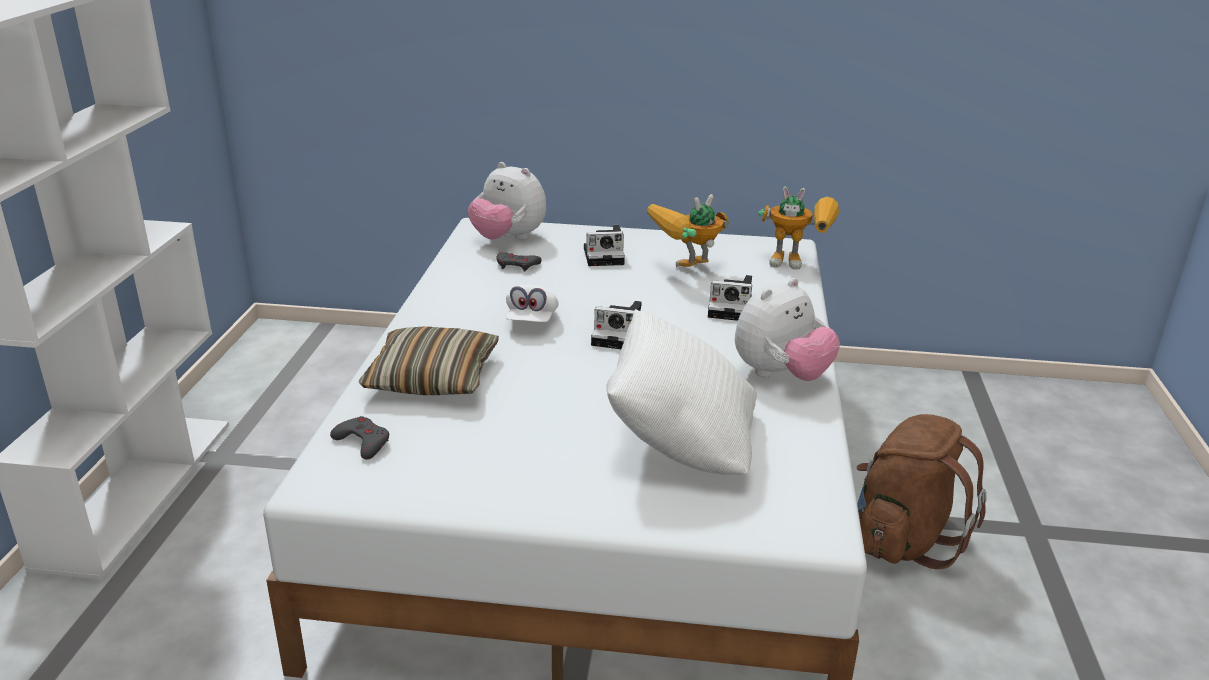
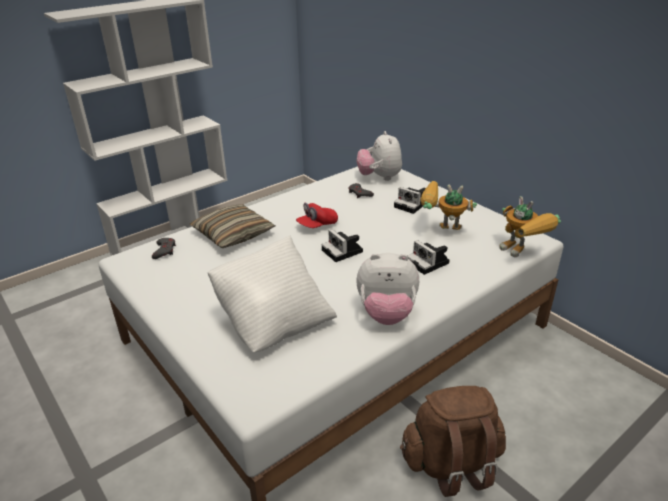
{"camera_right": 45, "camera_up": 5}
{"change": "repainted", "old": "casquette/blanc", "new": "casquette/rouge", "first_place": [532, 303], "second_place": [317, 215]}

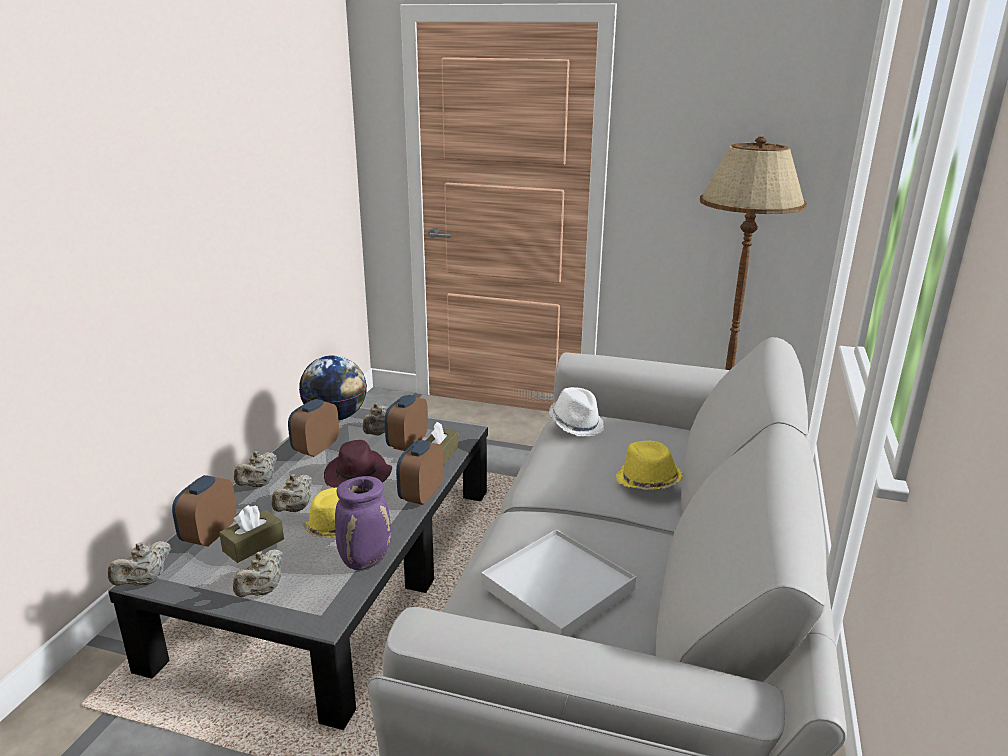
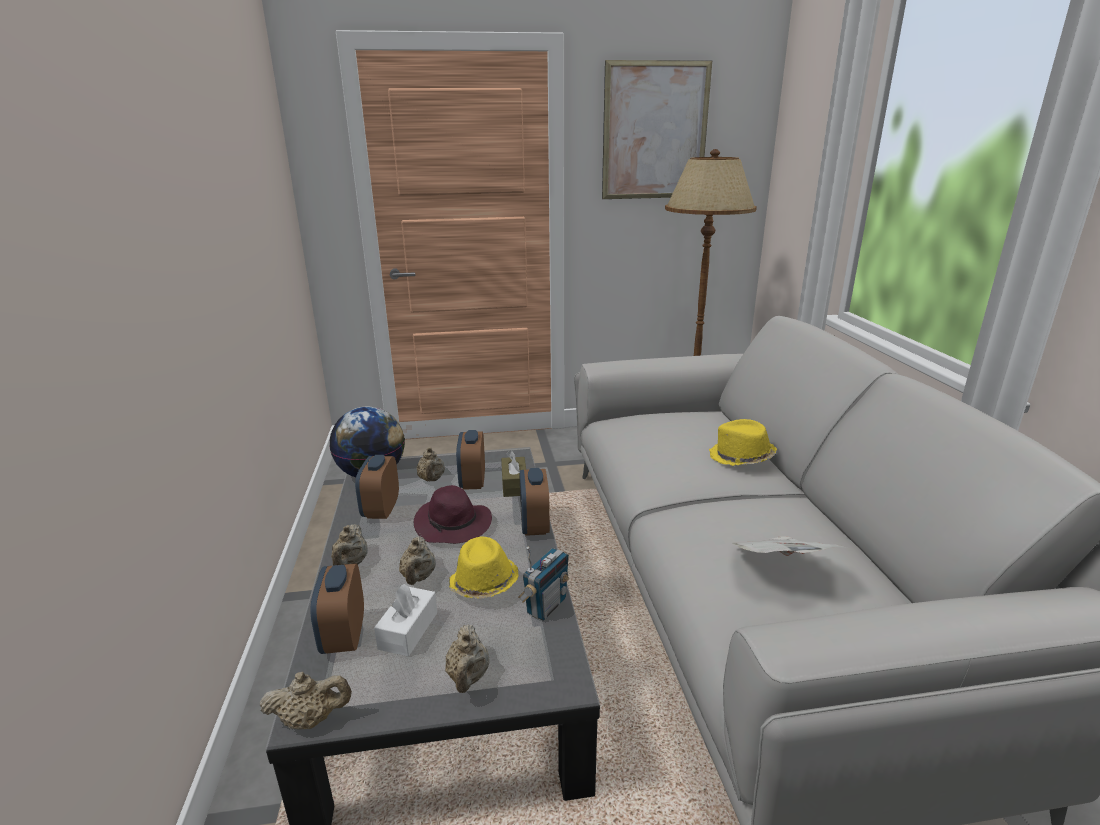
{"camera_right": -25, "camera_up": 0}
{"change": "gone", "old": "chapeau/blanc", "first_place": [576, 411]}
{"change": "new", "new": "tableau", "second_place": [657, 129]}
{"change": "swapped", "old": "vase/violet", "new": "radio", "first_place": [363, 523], "second_place": [543, 584]}
{"change": "swapped", "old": "plateau/blanc", "new": "journal", "first_place": [558, 583], "second_place": [789, 546]}
{"change": "repainted", "old": "boîte à mouchoirs/marron", "new": "boîte à mouchoirs/blanc", "first_place": [251, 534], "second_place": [405, 620]}
{"change": "rotated", "old": "théière/beige", "first_place": [139, 563], "second_place": [305, 700], "degrees": -105}

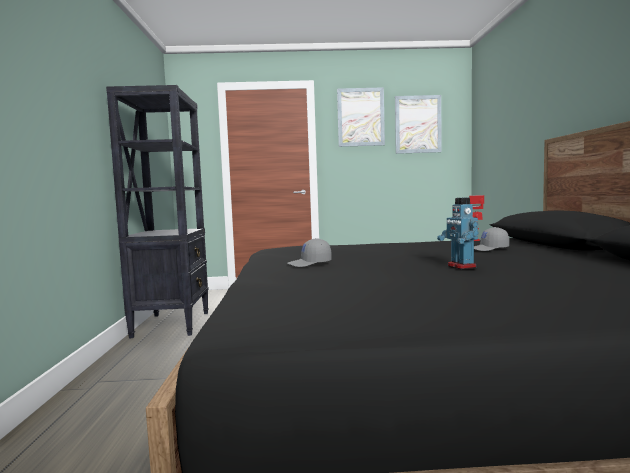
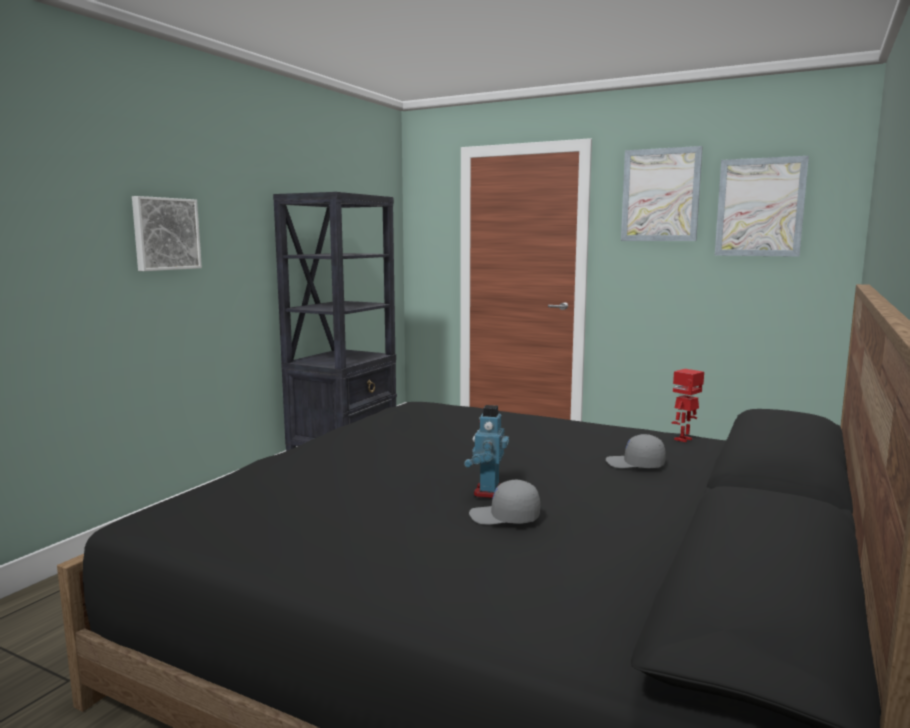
{"camera_right": 30, "camera_up": 5}
{"change": "new", "new": "tableau", "second_place": [167, 233]}
{"change": "shifted", "old": "casquette/gris", "first_place": [309, 252], "second_place": [504, 502]}

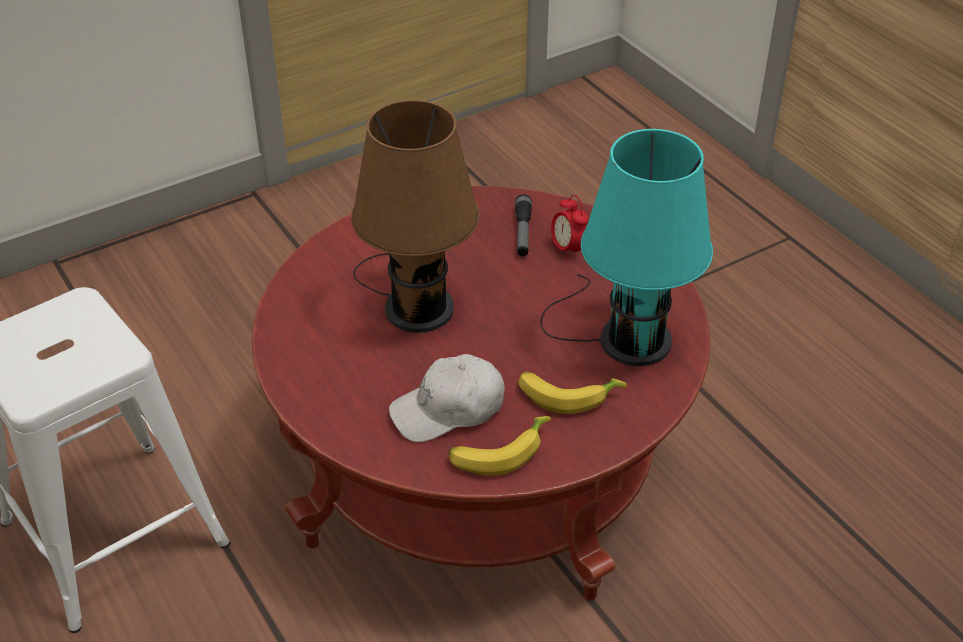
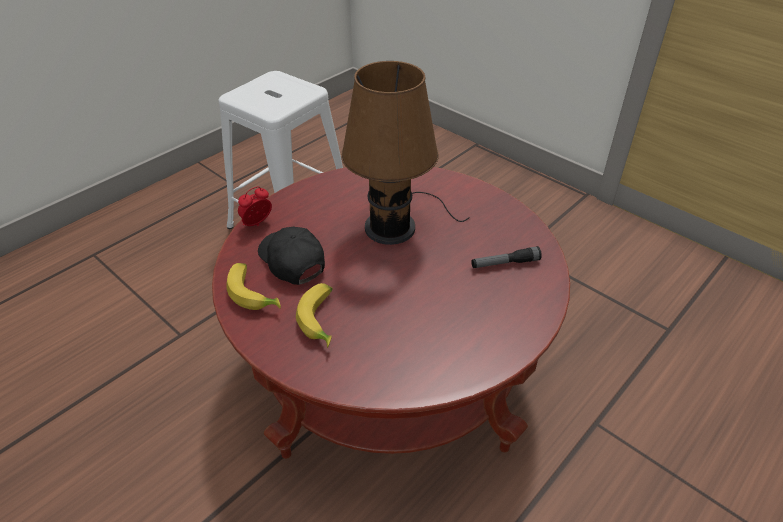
{"camera_right": 75, "camera_up": 0}
{"change": "gone", "old": "lampe de table/turquoise", "first_place": [626, 247]}
{"change": "shifted", "old": "réveil", "first_place": [570, 227], "second_place": [255, 206]}
{"change": "repainted", "old": "casquette/blanc", "new": "casquette/noir", "first_place": [447, 398], "second_place": [291, 255]}

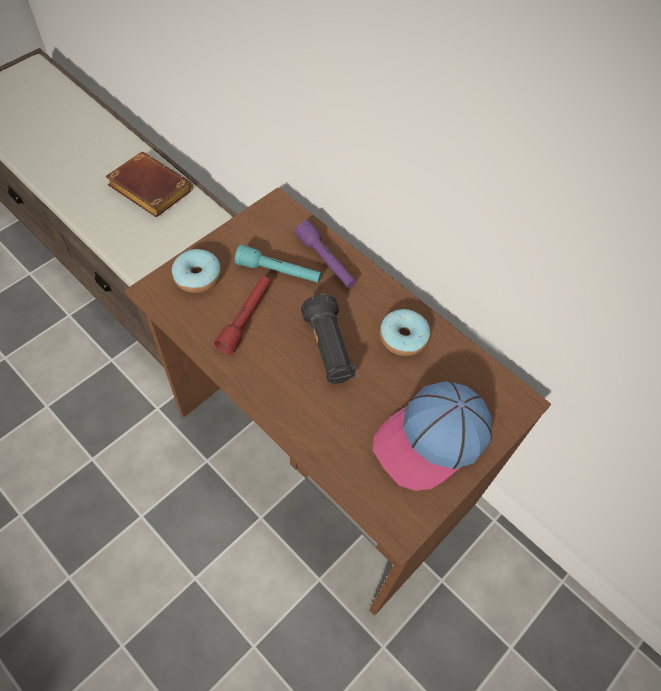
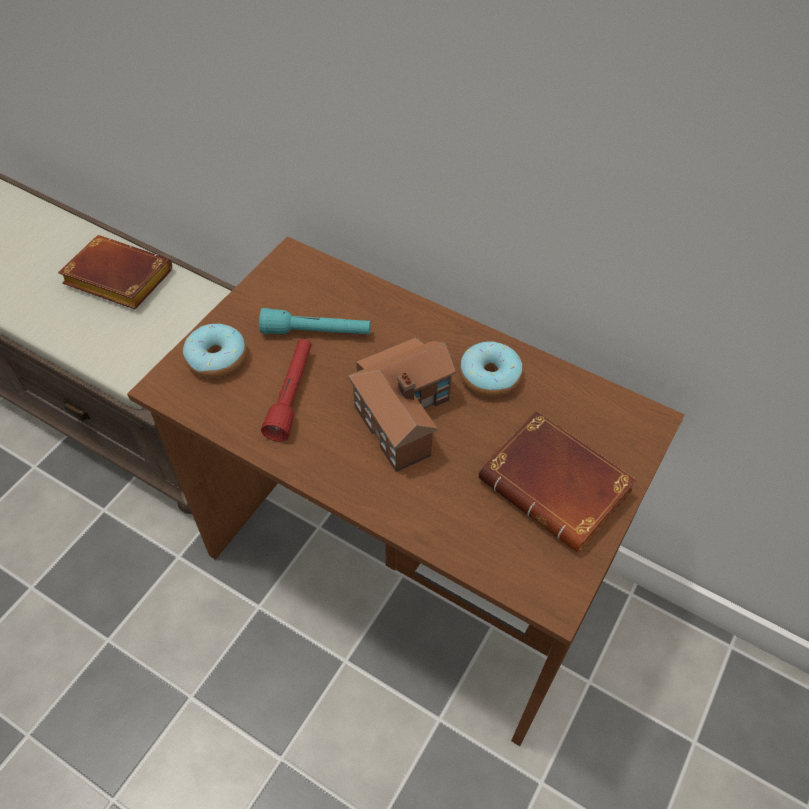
{"camera_right": -10, "camera_up": -5}
{"change": "gone", "old": "lampe de poche/violet", "first_place": [325, 254]}
{"change": "swapped", "old": "lampe de poche/noir", "new": "maison miniature", "first_place": [328, 339], "second_place": [402, 405]}
{"change": "swapped", "old": "casquette", "new": "livre/marron", "first_place": [432, 436], "second_place": [557, 481]}

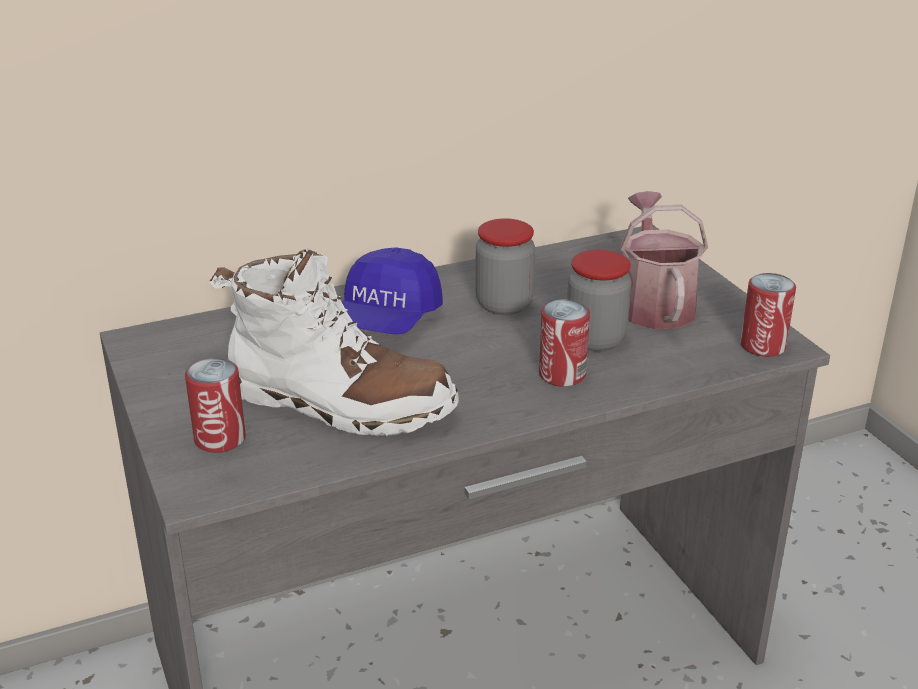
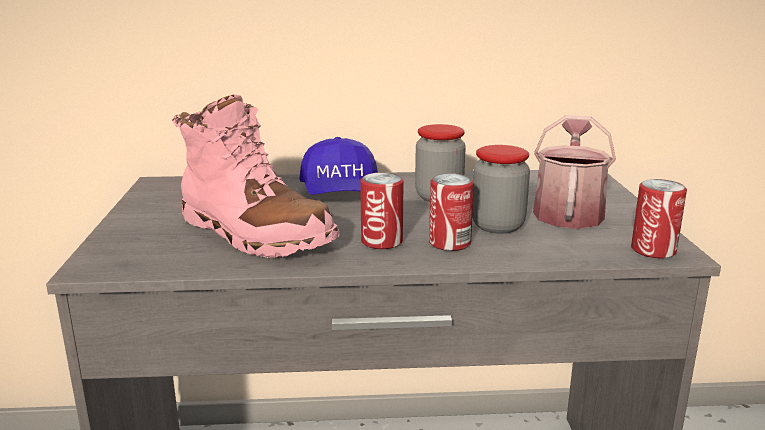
{"camera_right": 20, "camera_up": -10}
{"change": "shifted", "old": "boîte métallique", "first_place": [215, 405], "second_place": [382, 210]}
{"change": "repainted", "old": "botte/blanc", "new": "botte/rose", "first_place": [334, 341], "second_place": [256, 176]}
{"change": "rotated", "old": "casquette/bleu", "first_place": [392, 290], "second_place": [338, 166], "degrees": -45}

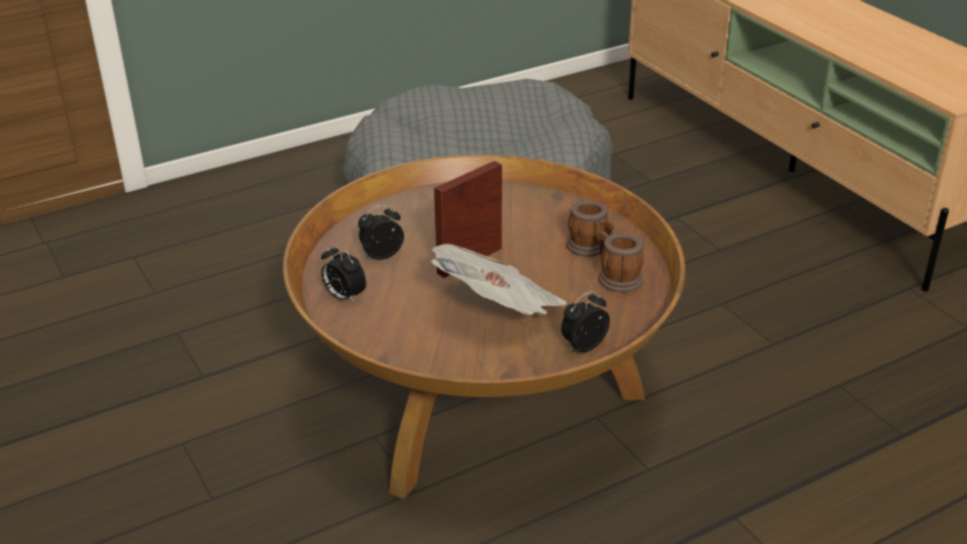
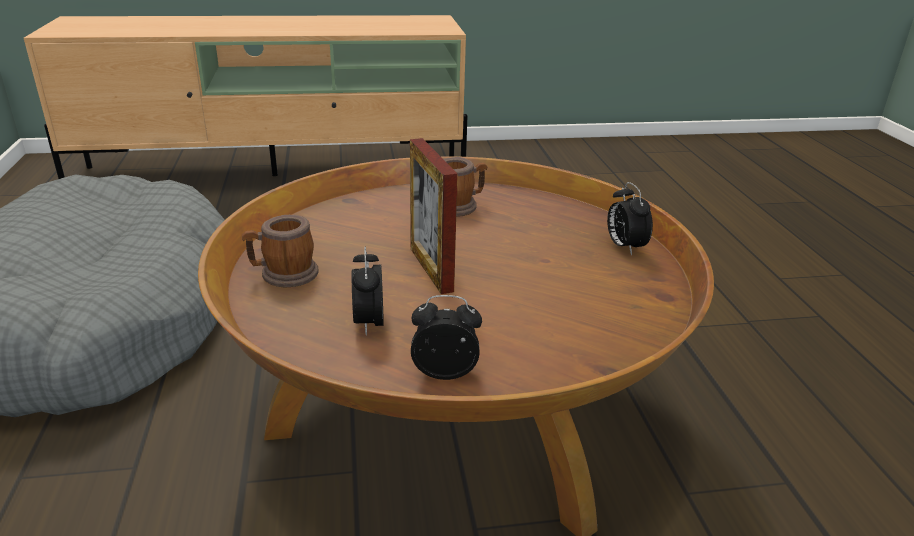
{"camera_right": -70, "camera_up": -5}
{"change": "gone", "old": "journal", "first_place": [498, 280]}
{"change": "shifted", "old": "mug", "first_place": [621, 262], "second_place": [280, 251]}
{"change": "rotated", "old": "réveil", "first_place": [343, 274], "second_place": [446, 337], "degrees": -150}

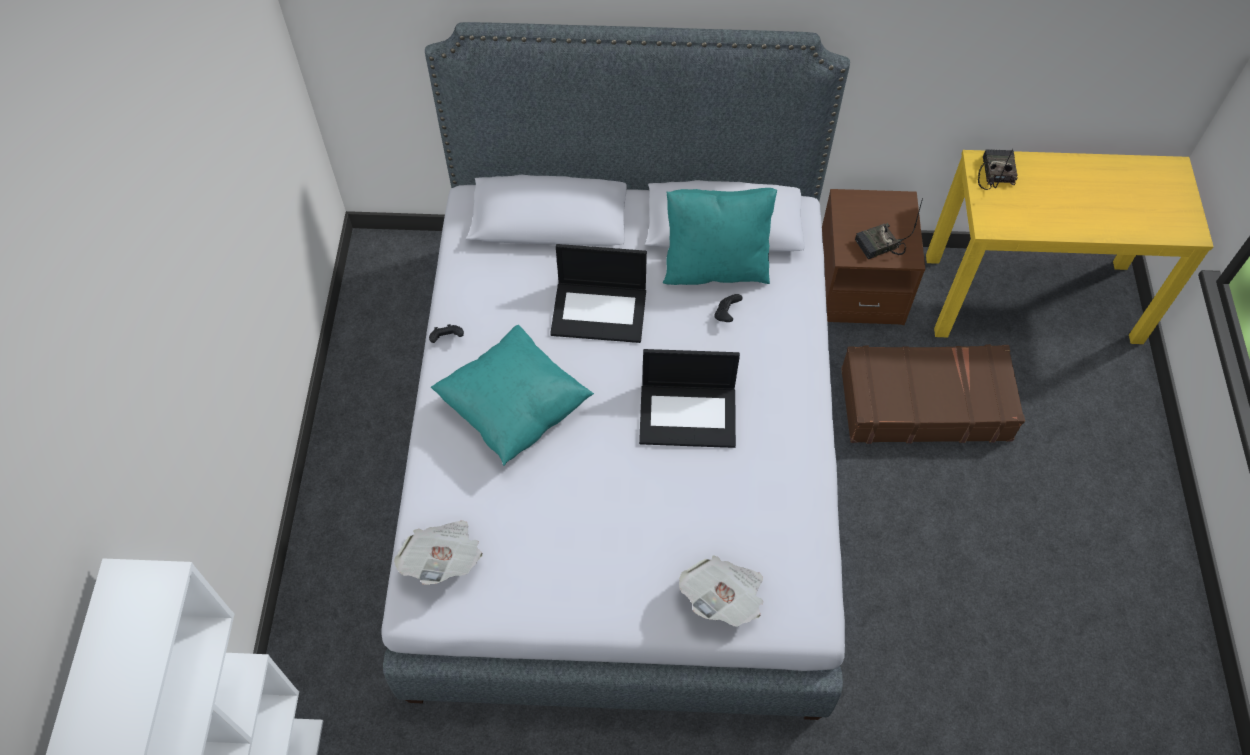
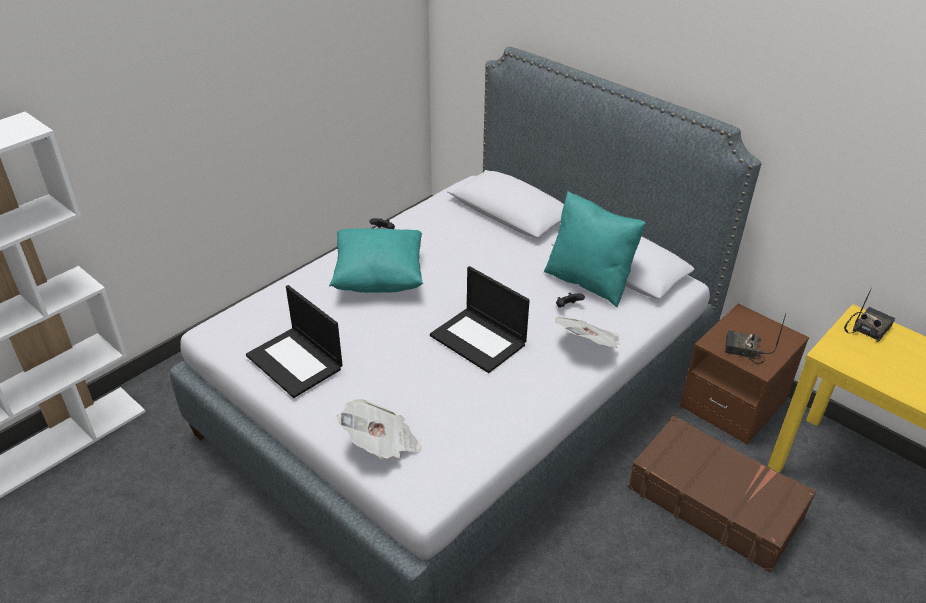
{"camera_right": 40, "camera_up": -20}
{"change": "shifted", "old": "journal", "first_place": [438, 552], "second_place": [587, 332]}
{"change": "shifted", "old": "ordinateur portable", "first_place": [598, 293], "second_place": [294, 341]}

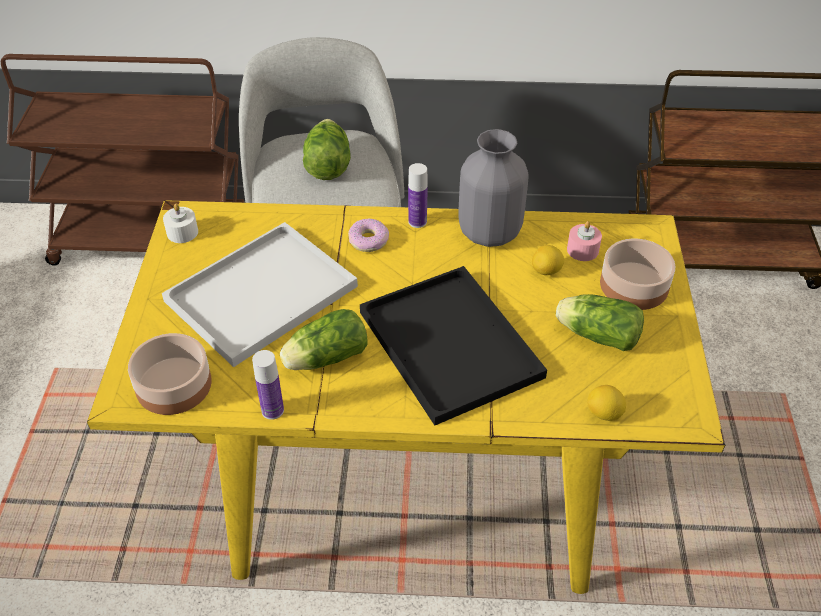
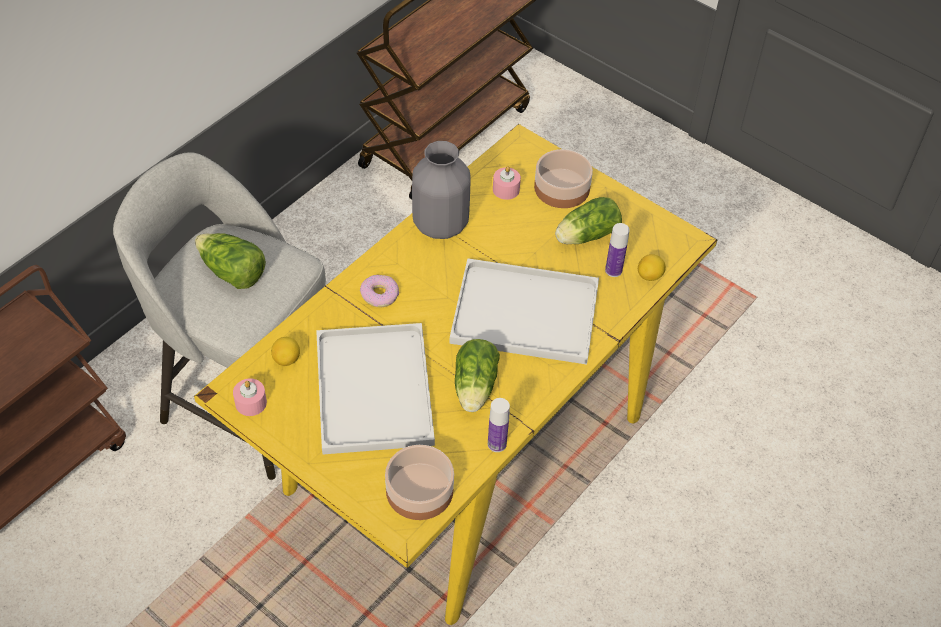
{"camera_right": -55, "camera_up": 5}
{"change": "shifted", "old": "bouteille", "first_place": [418, 195], "second_place": [617, 250]}
{"change": "shifted", "old": "citron", "first_place": [548, 260], "second_place": [285, 351]}
{"change": "repainted", "old": "bougie/blanc", "new": "bougie/rose", "first_place": [180, 223], "second_place": [250, 397]}
{"change": "repainted", "old": "plateau/noir", "new": "plateau/blanc", "first_place": [453, 345], "second_place": [524, 311]}

